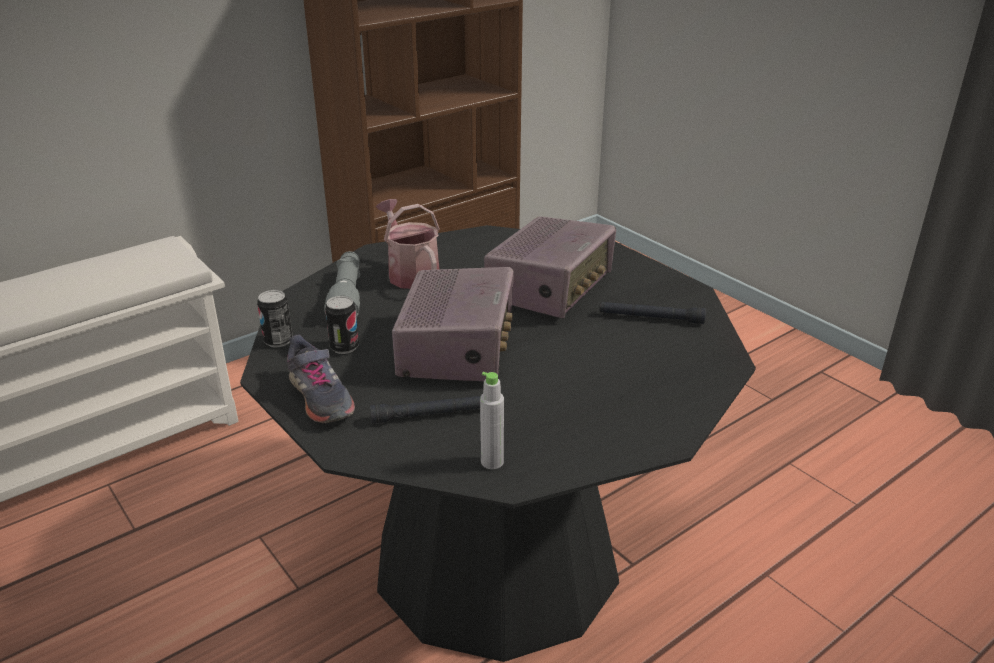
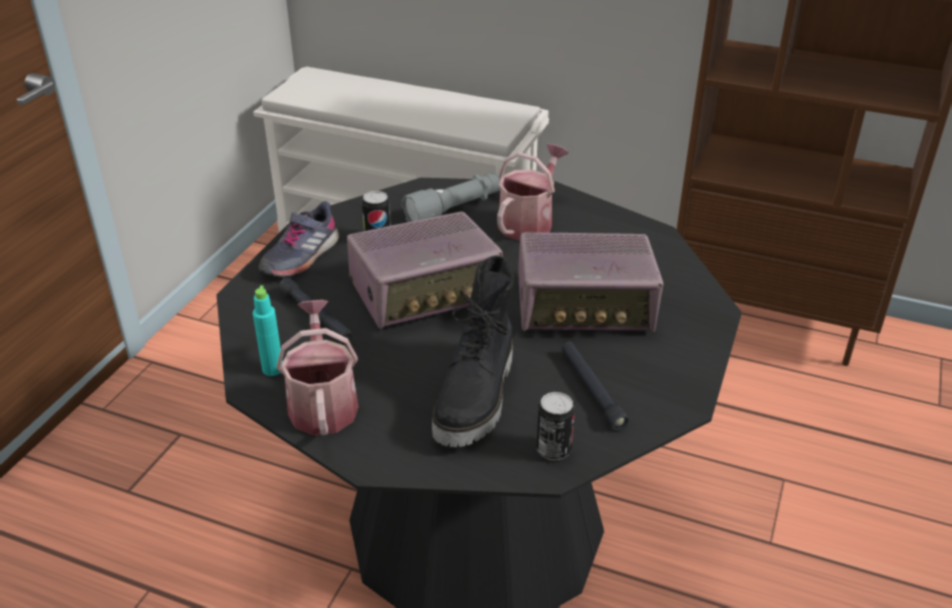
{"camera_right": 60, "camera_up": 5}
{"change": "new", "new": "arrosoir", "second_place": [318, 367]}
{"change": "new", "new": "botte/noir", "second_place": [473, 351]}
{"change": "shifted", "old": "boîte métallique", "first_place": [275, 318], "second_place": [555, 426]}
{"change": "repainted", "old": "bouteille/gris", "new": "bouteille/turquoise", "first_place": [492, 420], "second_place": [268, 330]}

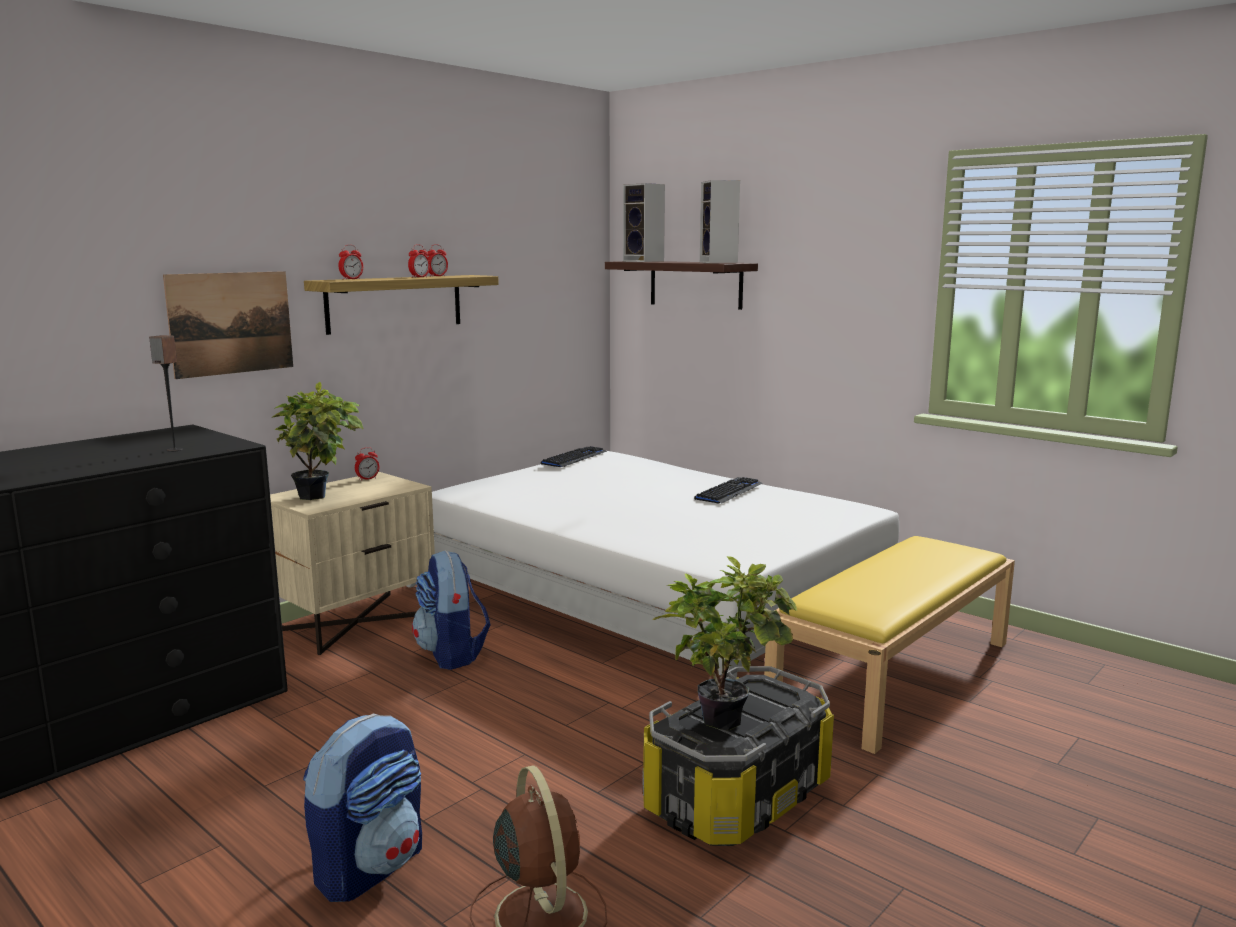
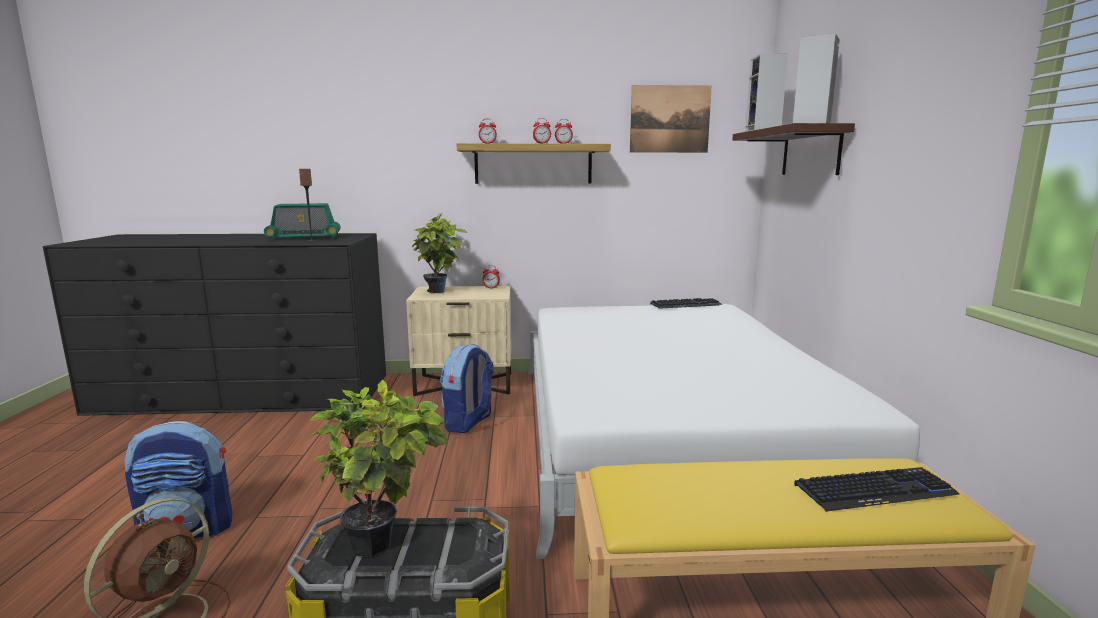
{"camera_right": 45, "camera_up": 0}
{"change": "new", "new": "radio", "second_place": [302, 221]}
{"change": "shifted", "old": "tableau", "first_place": [228, 325], "second_place": [671, 119]}
{"change": "shifted", "old": "clavier", "first_place": [728, 490], "second_place": [877, 489]}

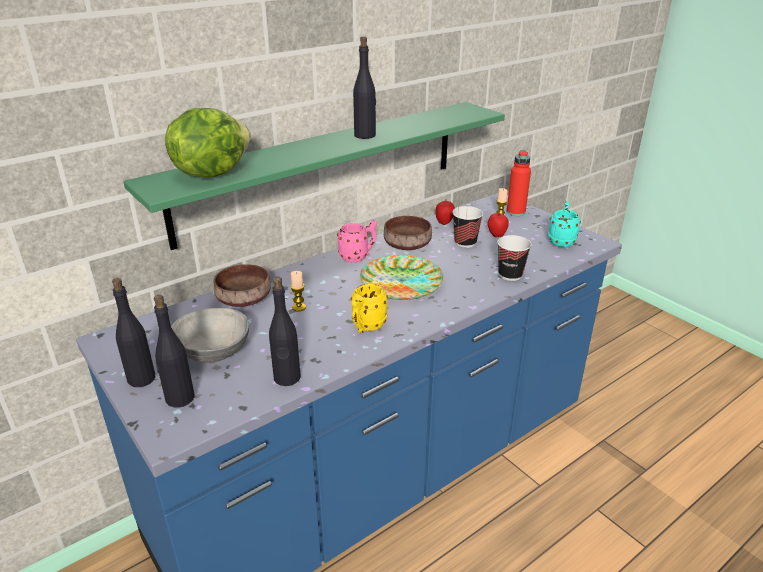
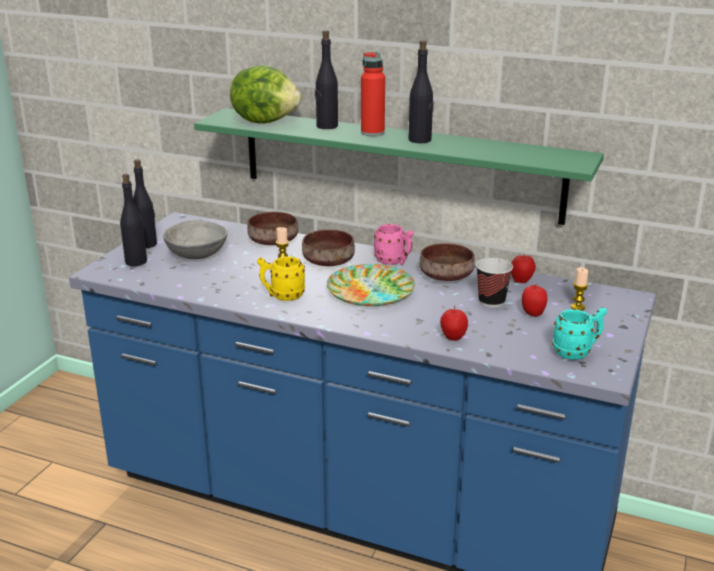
{"camera_right": 60, "camera_up": -5}
{"change": "new", "new": "bol/marron", "second_place": [328, 248]}
{"change": "shifted", "old": "bouteille/noir", "first_place": [285, 331], "second_place": [326, 79]}
{"change": "shifted", "old": "bouteille/rouge", "first_place": [519, 183], "second_place": [373, 94]}
{"change": "swapped", "old": "tasse", "new": "pomme", "first_place": [514, 258], "second_place": [454, 323]}

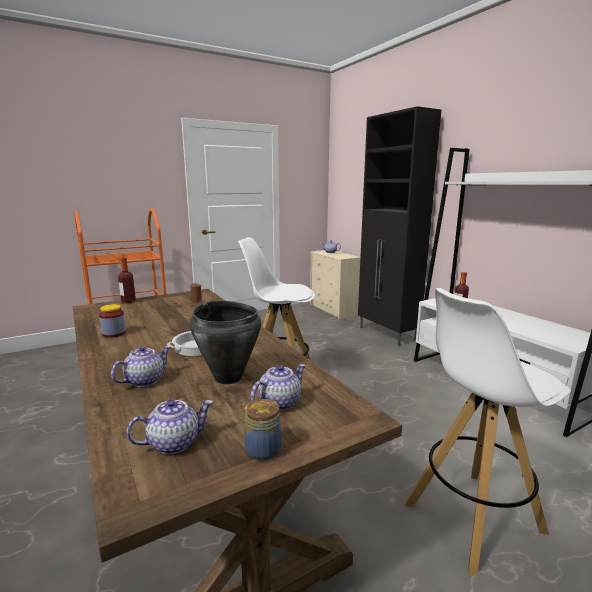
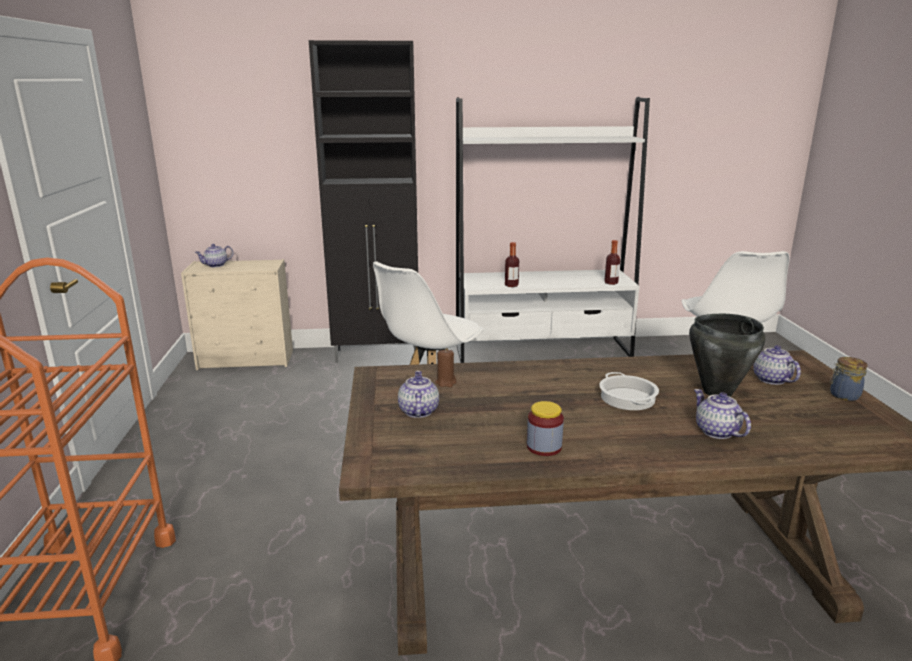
{"camera_right": -65, "camera_up": 5}
{"change": "shifted", "old": "bouteille", "first_place": [127, 280], "second_place": [612, 262]}
{"change": "shifted", "old": "théière", "first_place": [169, 426], "second_place": [418, 394]}

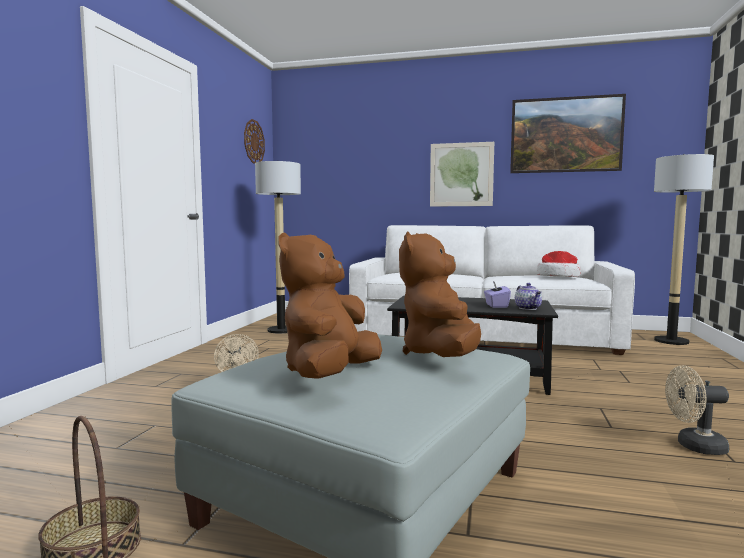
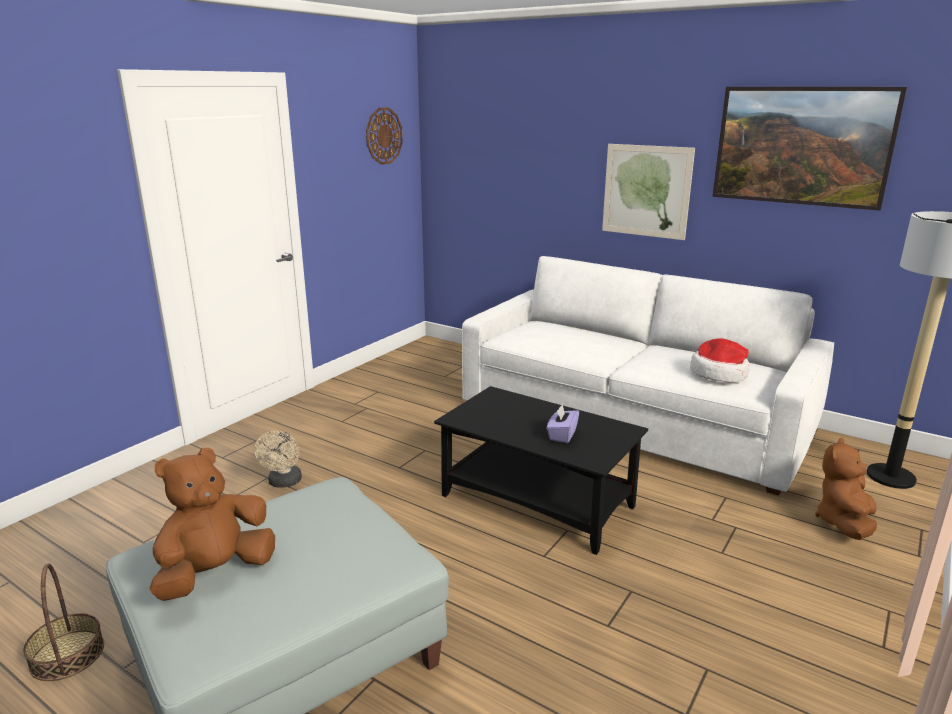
{"camera_right": 20, "camera_up": 15}
{"change": "gone", "old": "lampadaire", "first_place": [278, 247]}
{"change": "gone", "old": "théière", "first_place": [528, 296]}
{"change": "gone", "old": "ventilateur/beige", "first_place": [697, 410]}
{"change": "shifted", "old": "peluche/marron", "first_place": [440, 294], "second_place": [846, 489]}

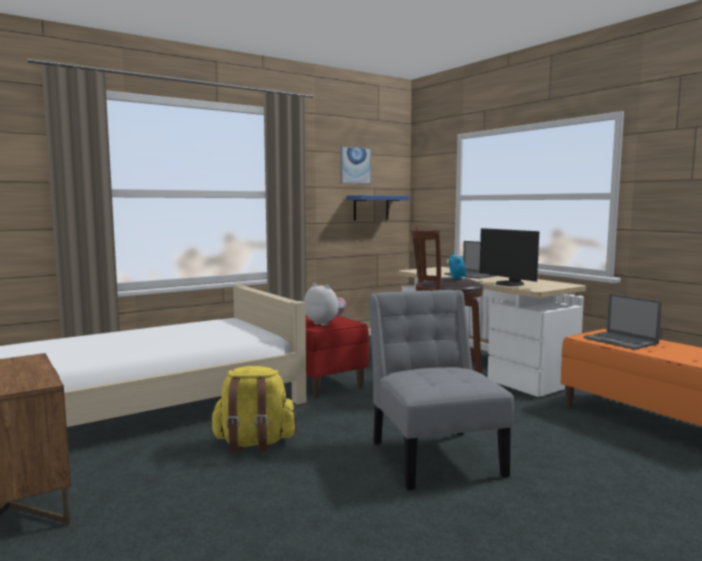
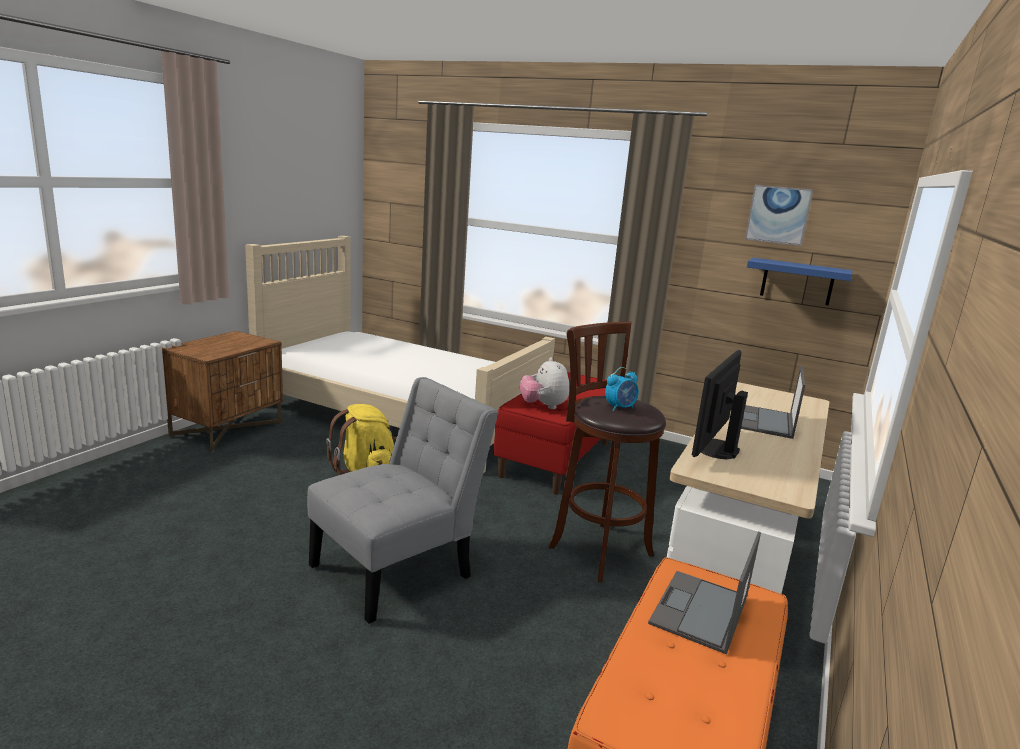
{"camera_right": 60, "camera_up": 10}
{"change": "rotated", "old": "peluche", "first_place": [325, 304], "second_place": [544, 383], "degrees": 150}

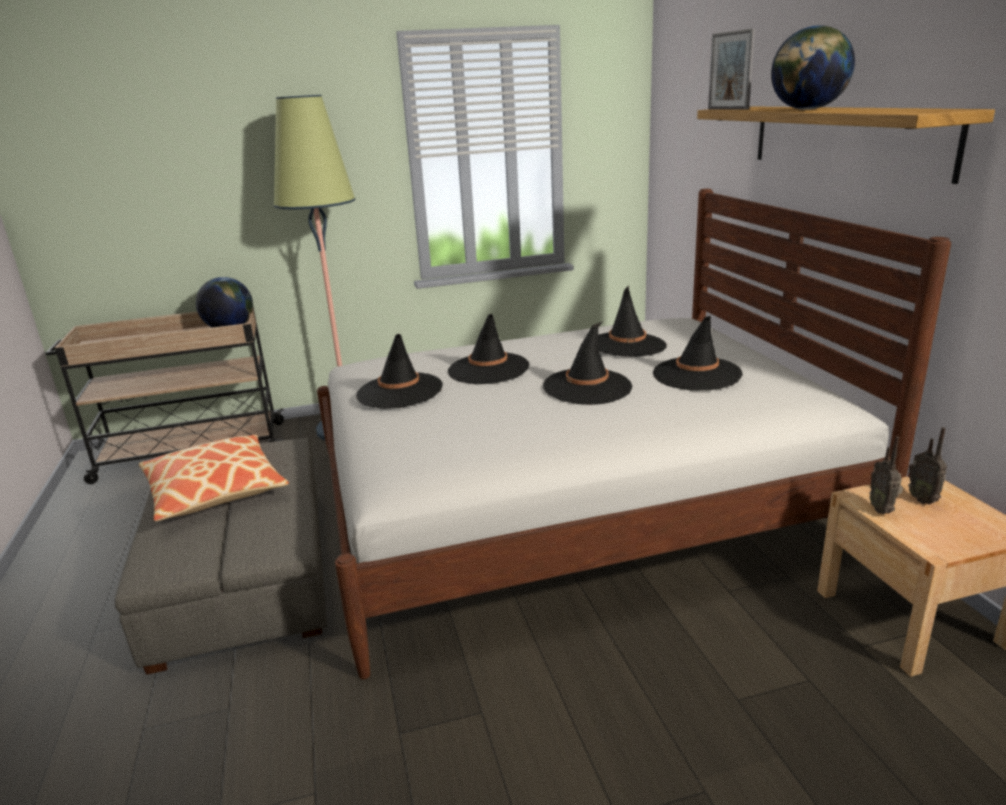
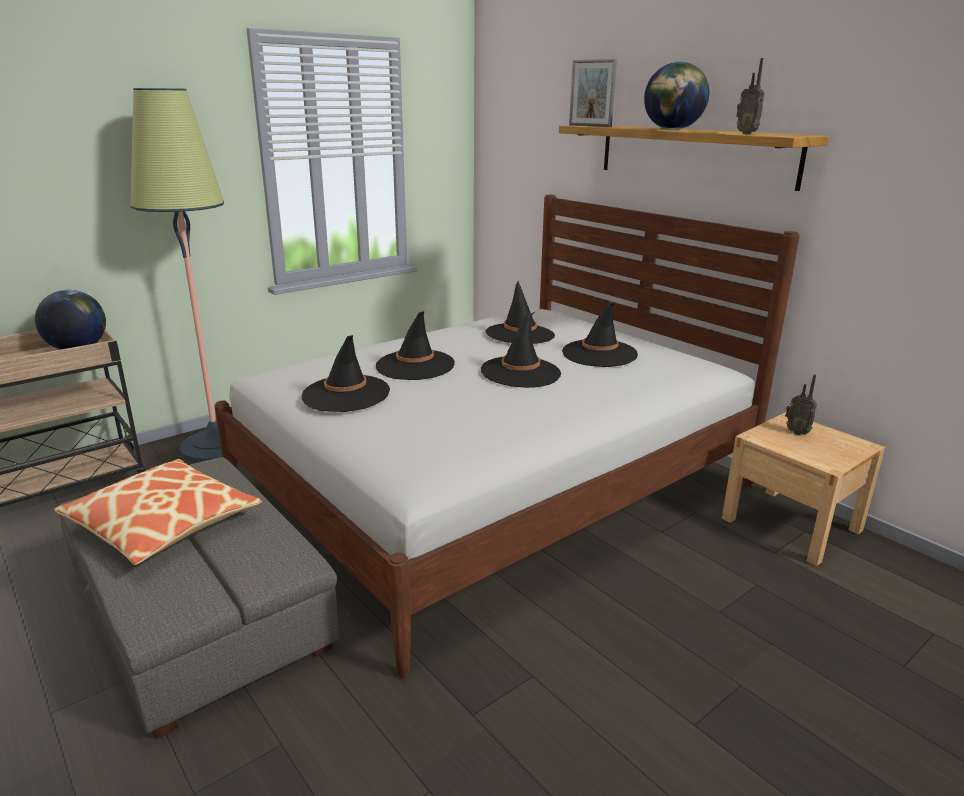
{"camera_right": -25, "camera_up": 0}
{"change": "shifted", "old": "radio", "first_place": [886, 475], "second_place": [750, 96]}

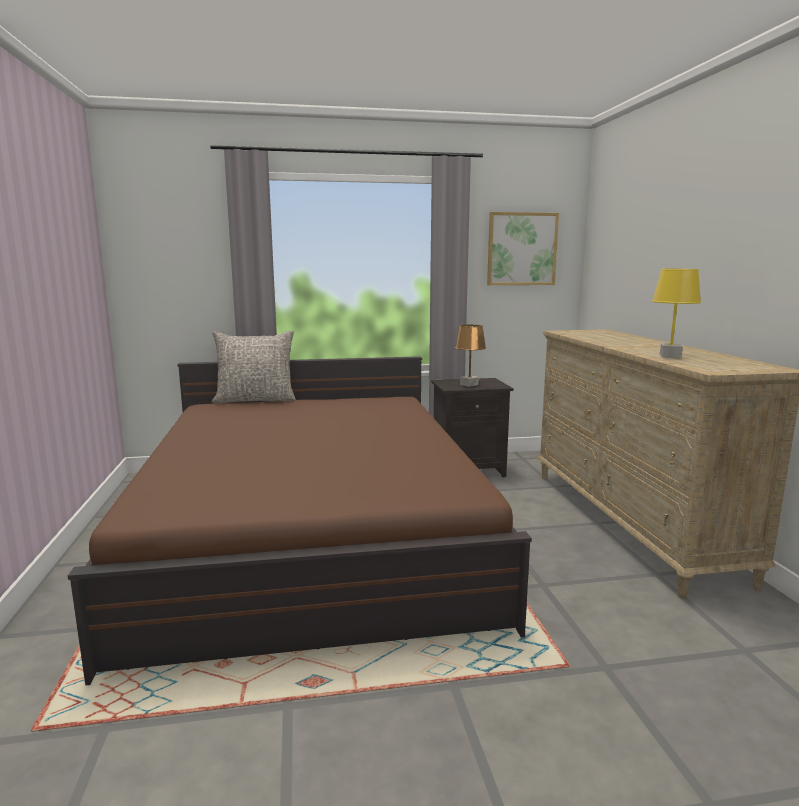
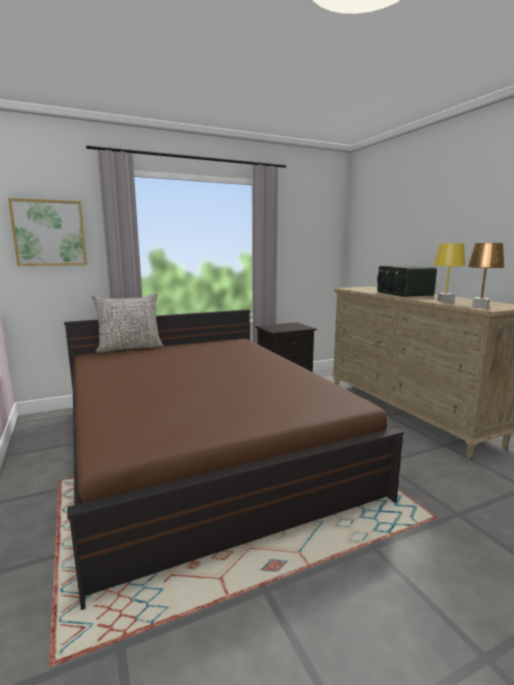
{"camera_right": -15, "camera_up": 0}
{"change": "new", "new": "radio", "second_place": [407, 281]}
{"change": "shifted", "old": "lampe de table/marron", "first_place": [470, 356], "second_place": [486, 275]}
{"change": "shifted", "old": "tableau", "first_place": [523, 248], "second_place": [47, 232]}

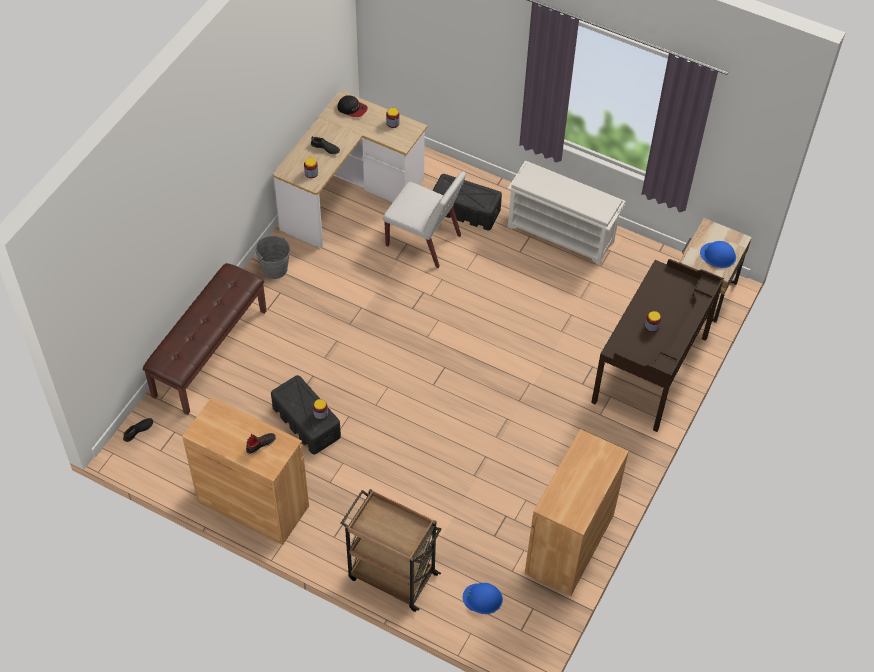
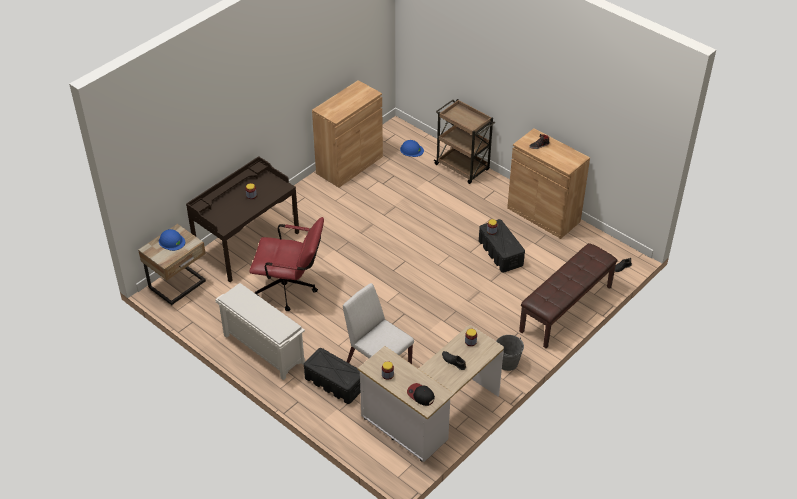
{"camera_right": -165, "camera_up": -10}
{"change": "new", "new": "chaise de bureau/rouge", "second_place": [287, 264]}

